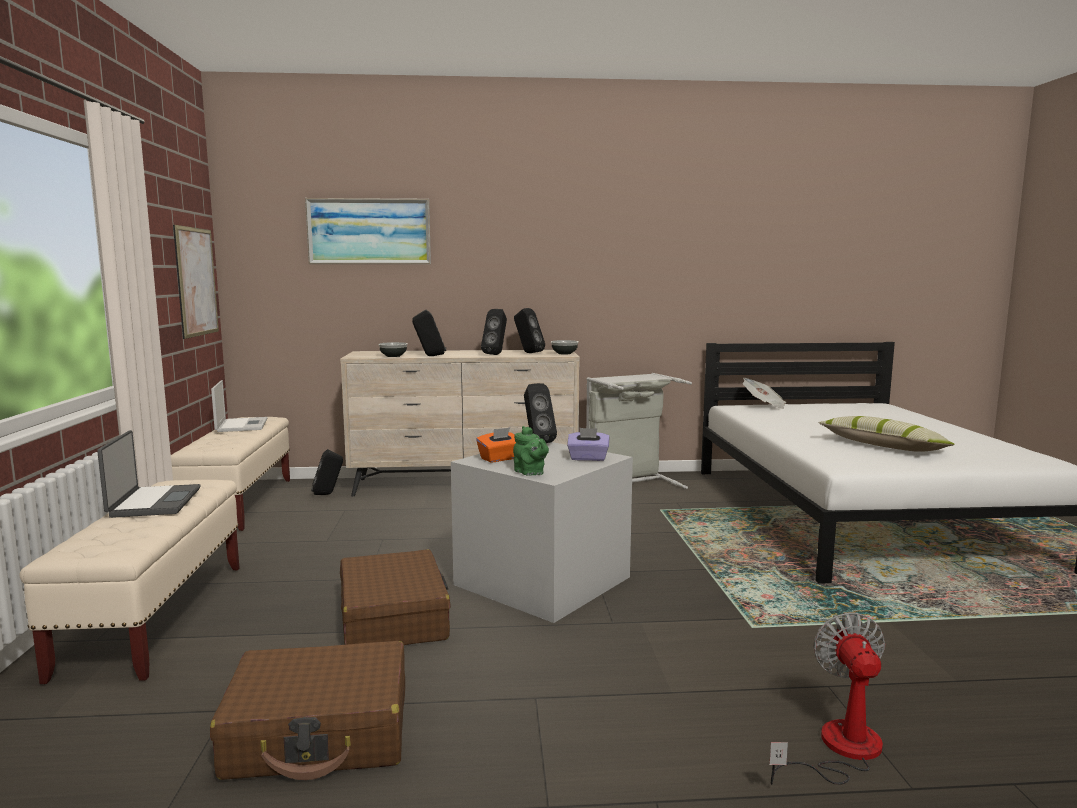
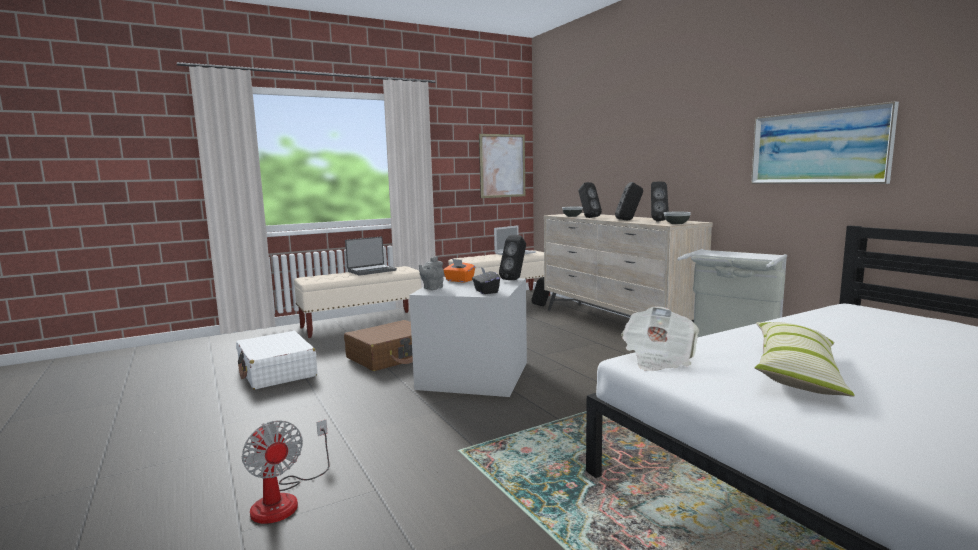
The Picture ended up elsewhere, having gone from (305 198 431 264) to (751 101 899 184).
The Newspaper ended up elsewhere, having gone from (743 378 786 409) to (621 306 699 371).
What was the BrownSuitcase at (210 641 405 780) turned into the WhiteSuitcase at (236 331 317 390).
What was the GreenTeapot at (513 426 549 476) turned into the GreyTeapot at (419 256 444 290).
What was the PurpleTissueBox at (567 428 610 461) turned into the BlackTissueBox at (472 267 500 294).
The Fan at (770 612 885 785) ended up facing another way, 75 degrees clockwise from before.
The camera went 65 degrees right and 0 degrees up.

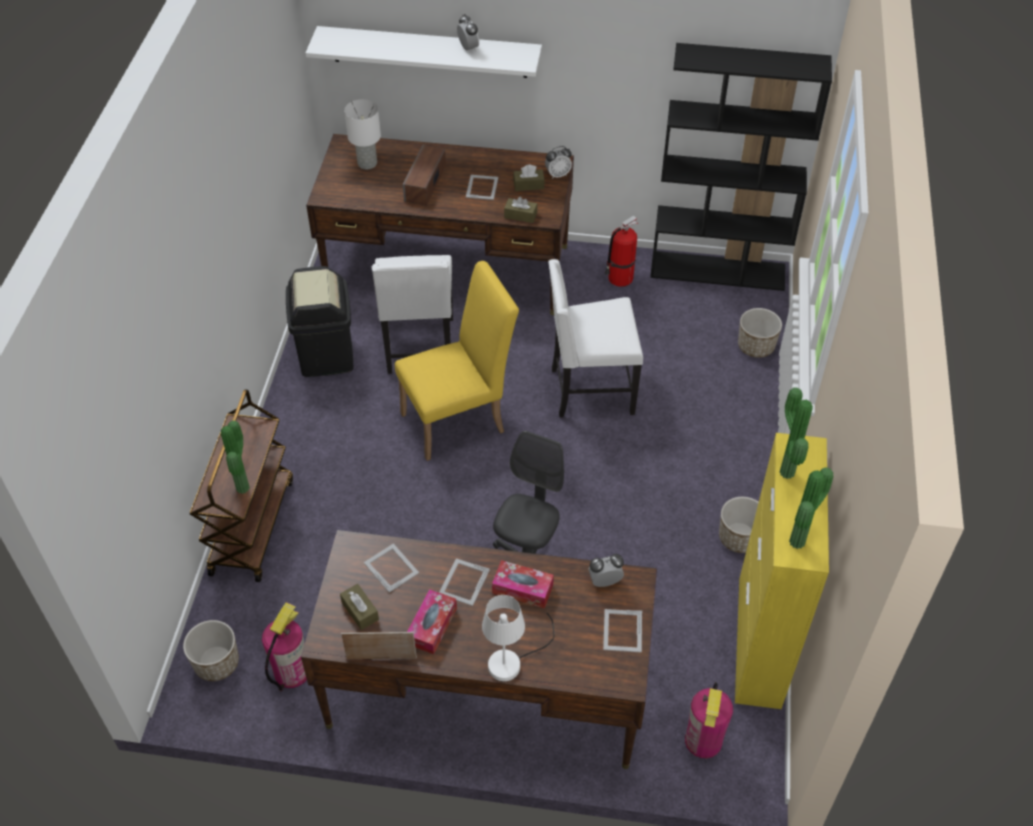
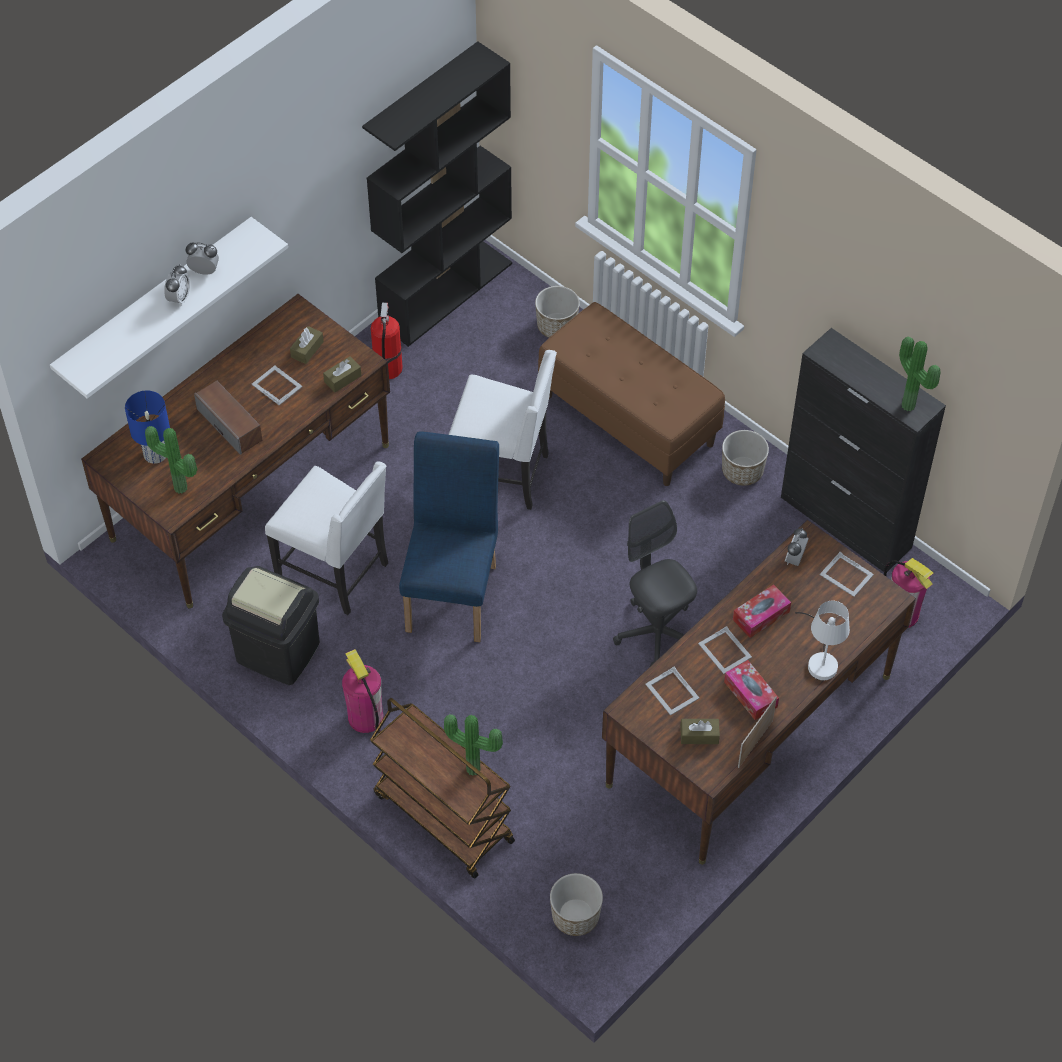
The second view gained the BrownBench at (538 302 725 486).
The FireExtinguisher ended up elsewhere, having gone from (262 602 307 691) to (342 649 383 733).
The AlarmClock ended up elsewhere, having gone from (545 146 572 179) to (164 265 190 306).
The PottedPlant ended up elsewhere, having gone from (780 387 813 479) to (145 426 197 494).
What was the WhiteTableLamp at (344 99 381 169) turned into the BlueTableLamp at (125 391 170 464).
What was the YellowChair at (395 261 519 461) turned into the BlueChair at (399 431 499 642).
What was the YellowCabinet at (735 433 829 709) turned into the BlackCabinet at (781 328 946 572).
The PictureFrame at (364 543 419 593) ended up facing another way, 120 degrees counterclockwise from before.
The WhiteChair at (548 259 643 418) ended up facing another way, 105 degrees counterclockwise from before.
The camera went 55 degrees left and 5 degrees up.

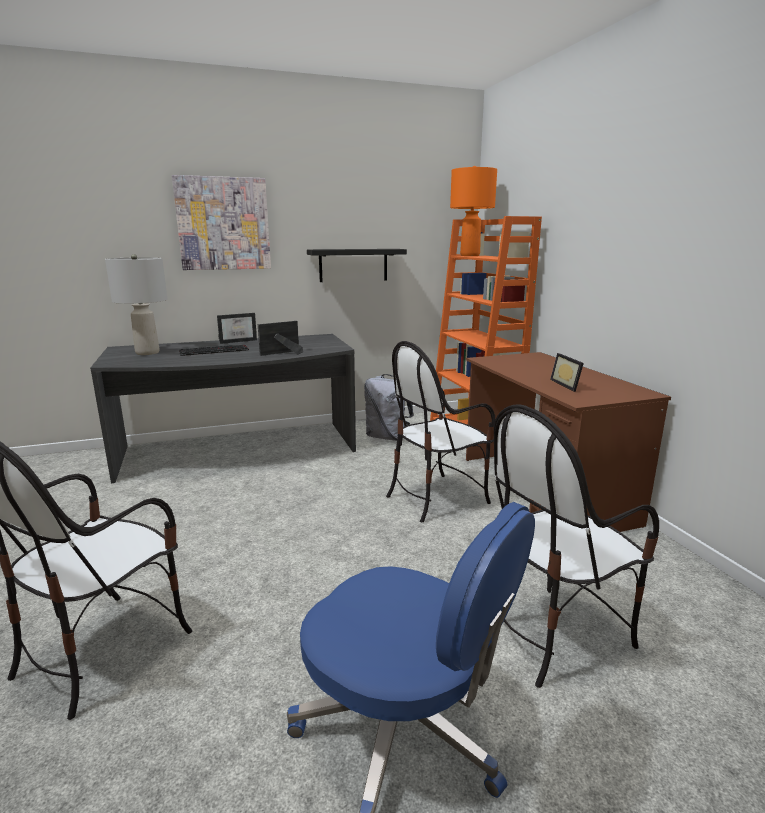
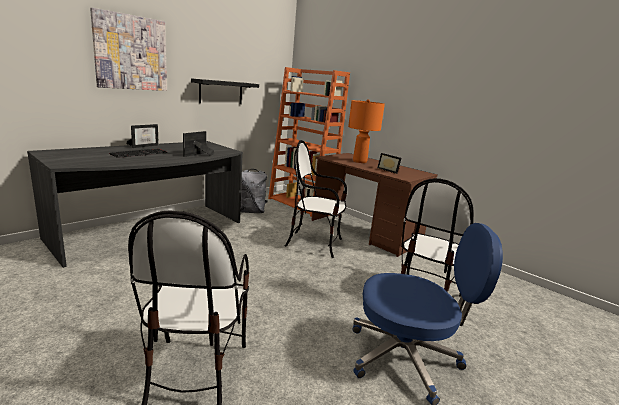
The second view lost the GreyTableLamp at (105 254 168 355).
The OrangeTableLamp ended up elsewhere, having gone from (450 166 497 256) to (348 99 385 163).
The Chair at (386 341 495 522) ended up facing another way, 75 degrees clockwise from before.
The camera went 30 degrees left and 0 degrees up.

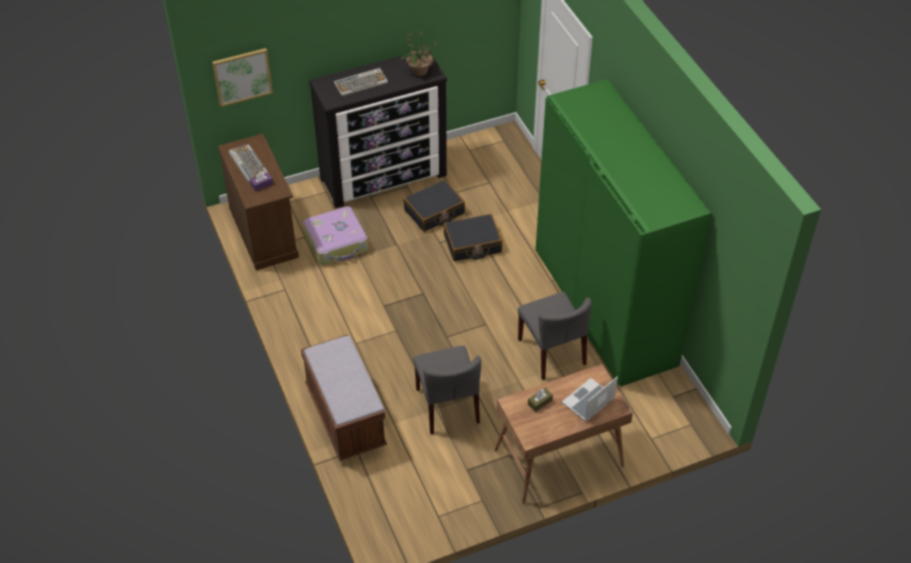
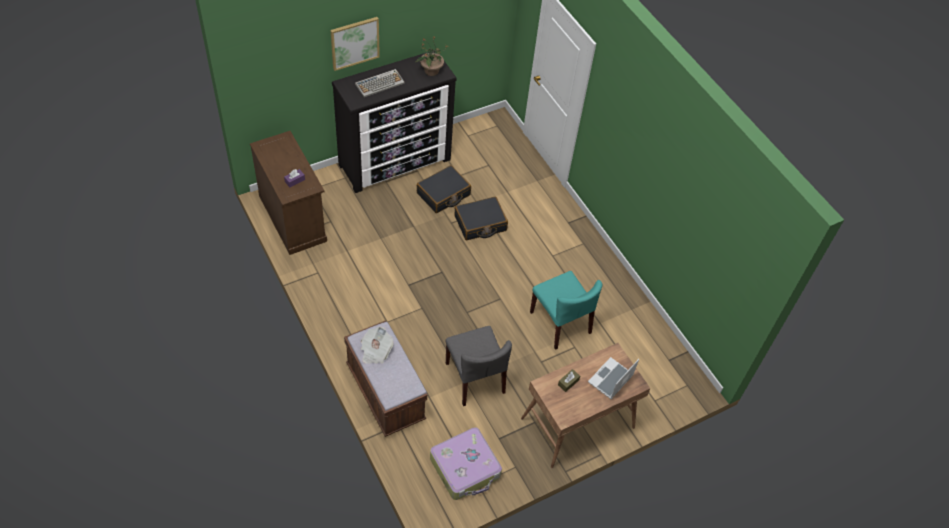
The second view lost the Keyboard at (229 144 269 183).
The second view lost the GreenWardrobe at (536 79 711 387).
The second view gained the Newspaper at (361 327 394 364).
The Picture ended up elsewhere, having gone from (212 48 273 107) to (330 17 380 71).
The Suitcase ended up elsewhere, having gone from (303 206 368 265) to (430 427 502 500).
What was the GreyChair at (518 292 592 380) turned into the TurquoiseChair at (530 271 602 350).
The camera went 10 degrees left and 5 degrees up.

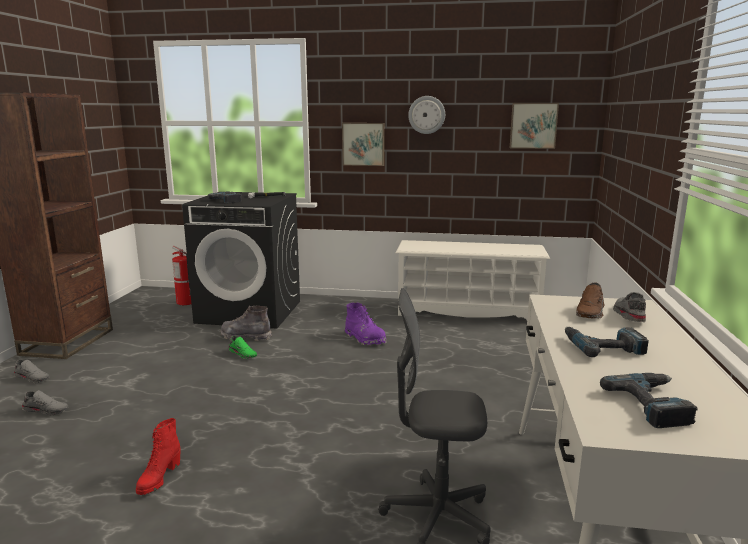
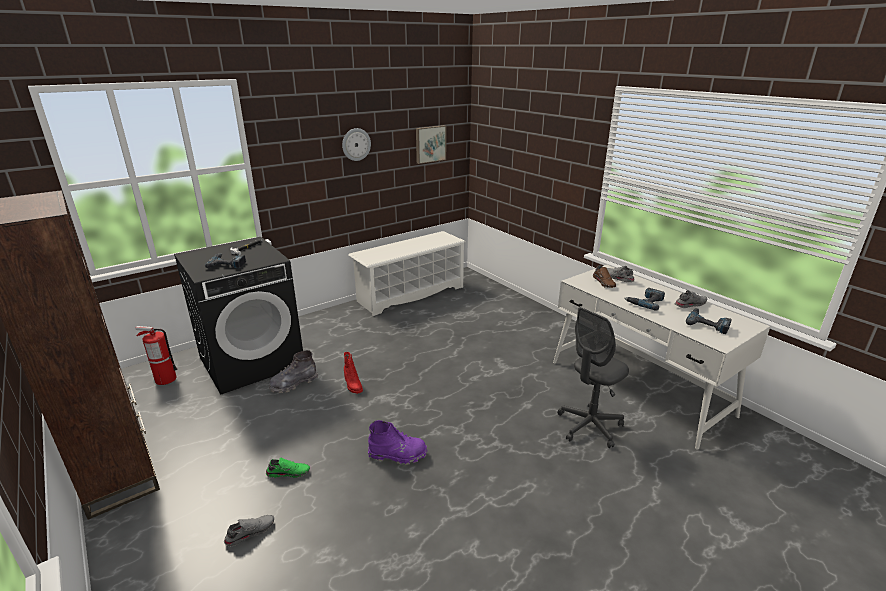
The second view lost the Picture at (342 123 384 166).
The GreyShoe ended up elsewhere, having gone from (14 360 50 383) to (675 290 707 308).
The RedBoot ended up elsewhere, having gone from (136 418 181 495) to (344 352 363 394).
The GreenShoe ended up elsewhere, having gone from (229 336 257 359) to (266 458 310 478).
The PurpleBoot ended up elsewhere, having gone from (345 302 387 346) to (368 420 427 465).
The camera went 45 degrees left and 10 degrees up.

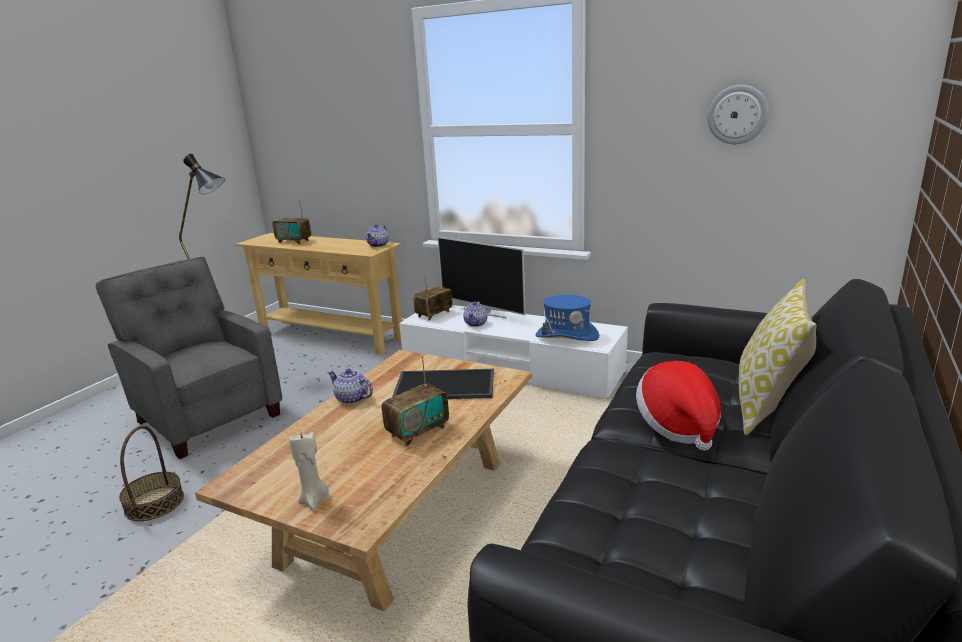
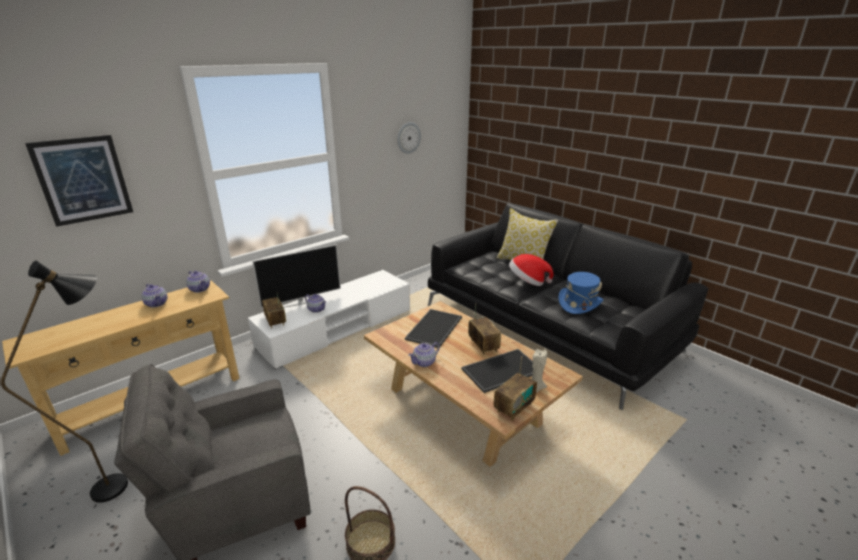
The second view gained the Picture at (25 135 133 227).
The second view gained the Teapot at (141 284 168 308).
The second view gained the Tray at (461 349 533 393).
The Radio ended up elsewhere, having gone from (272 200 311 244) to (494 356 537 421).
The BlueHat ended up elsewhere, having gone from (536 295 599 341) to (559 272 603 314).
The camera went 70 degrees left and 5 degrees up.

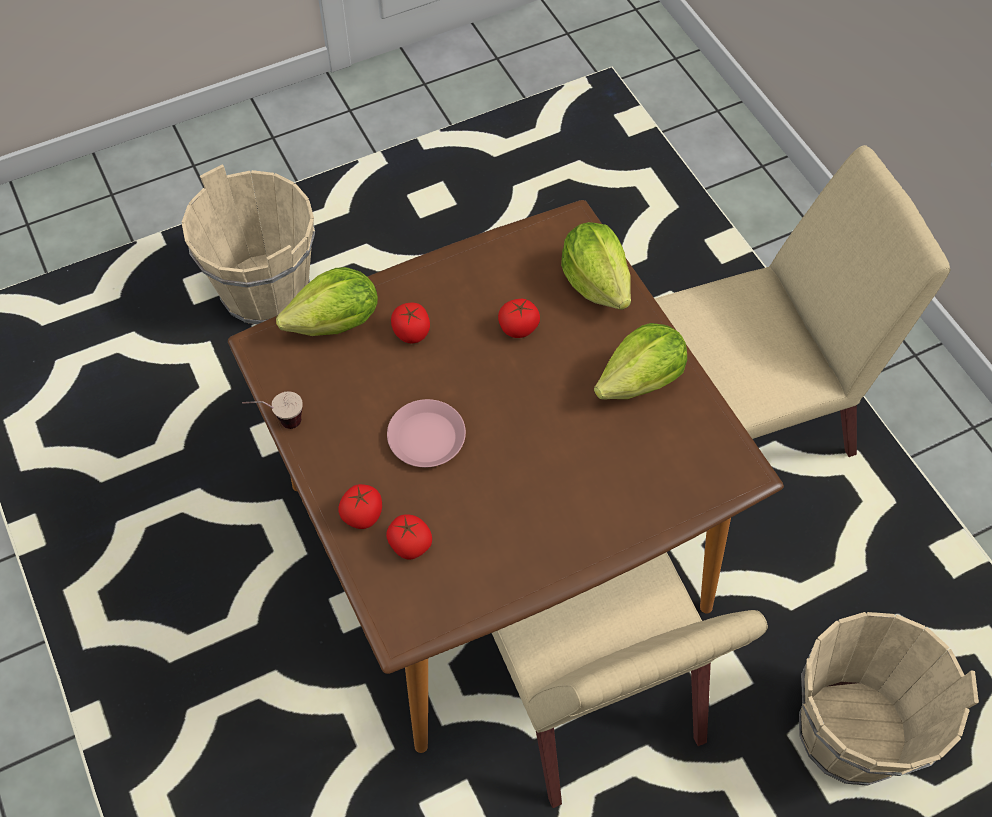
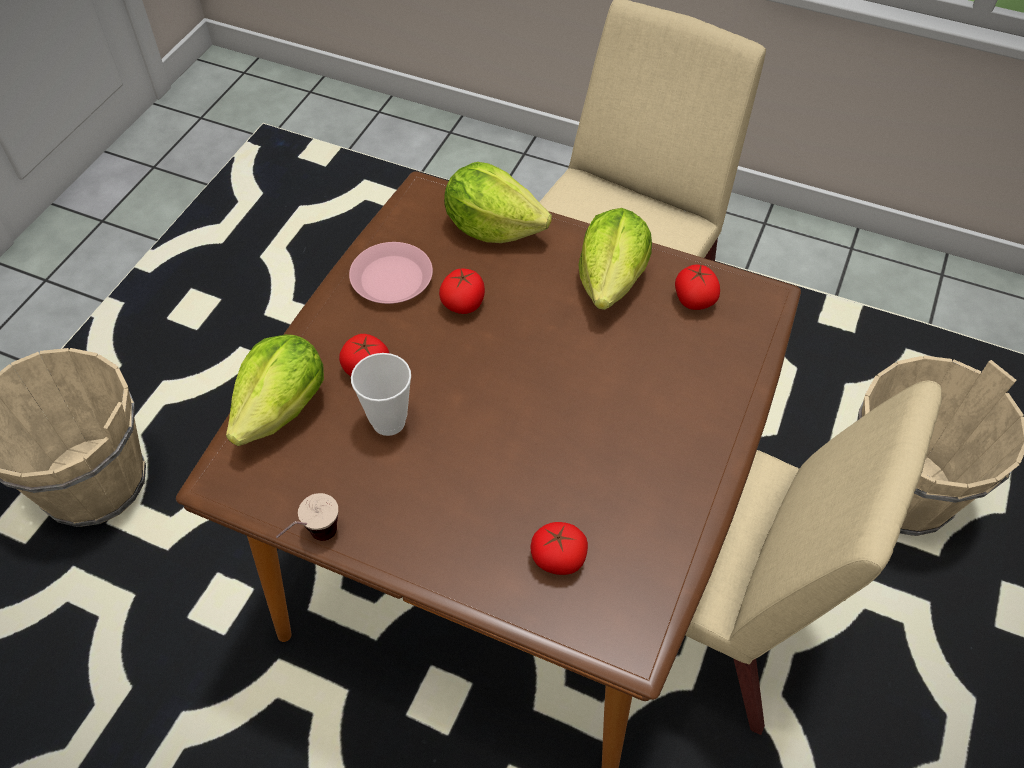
The second view gained the Cup at (351 353 411 436).
The Tomato ended up elsewhere, having gone from (338 484 382 529) to (675 265 720 310).
The PinkPlate ended up elsewhere, having gone from (387 399 466 467) to (349 242 433 304).
The camera went 40 degrees left and 5 degrees down.

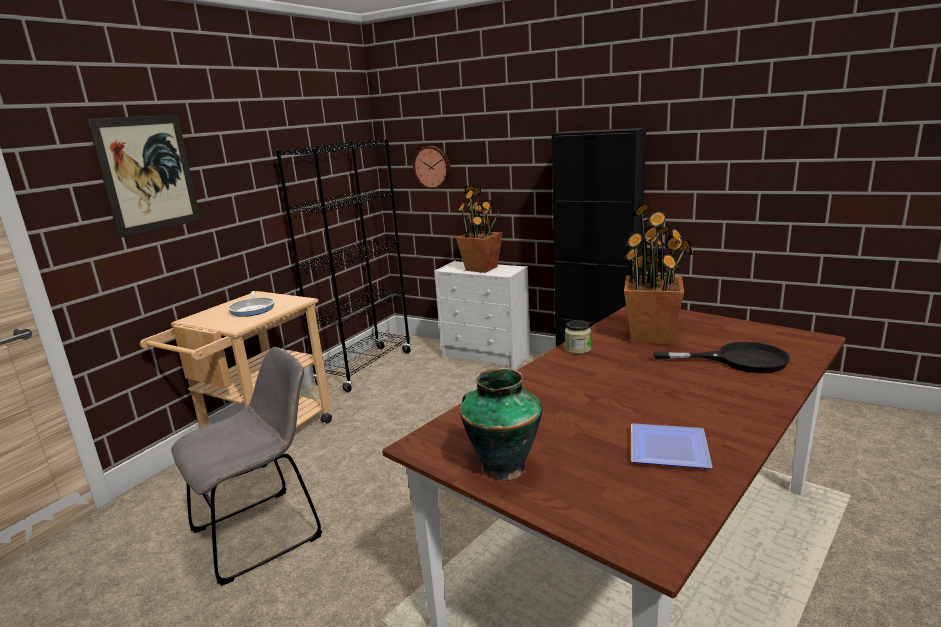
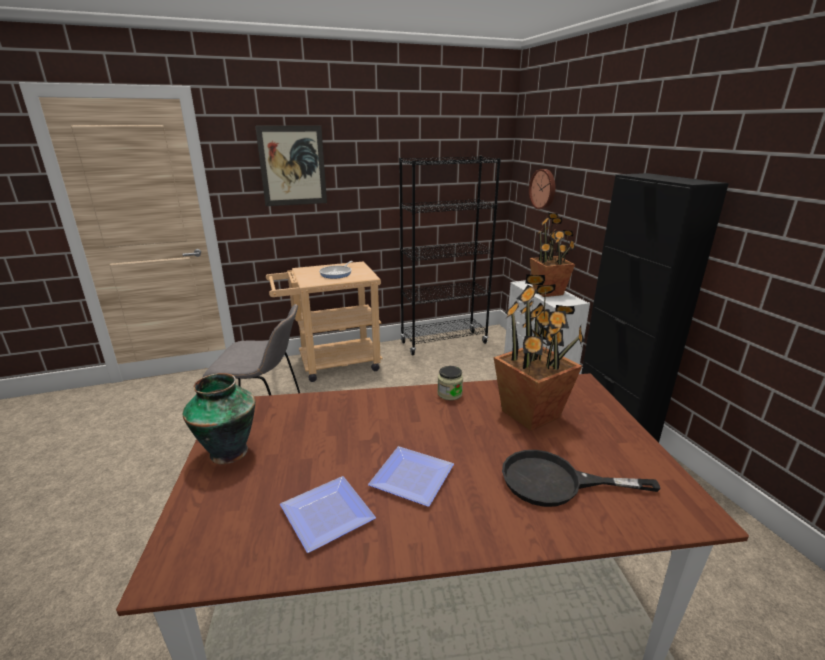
The second view gained the Plate at (368 446 454 507).
The BlackFryingPan at (653 342 791 373) ended up facing another way, 135 degrees clockwise from before.
The camera went 40 degrees right and 5 degrees up.

